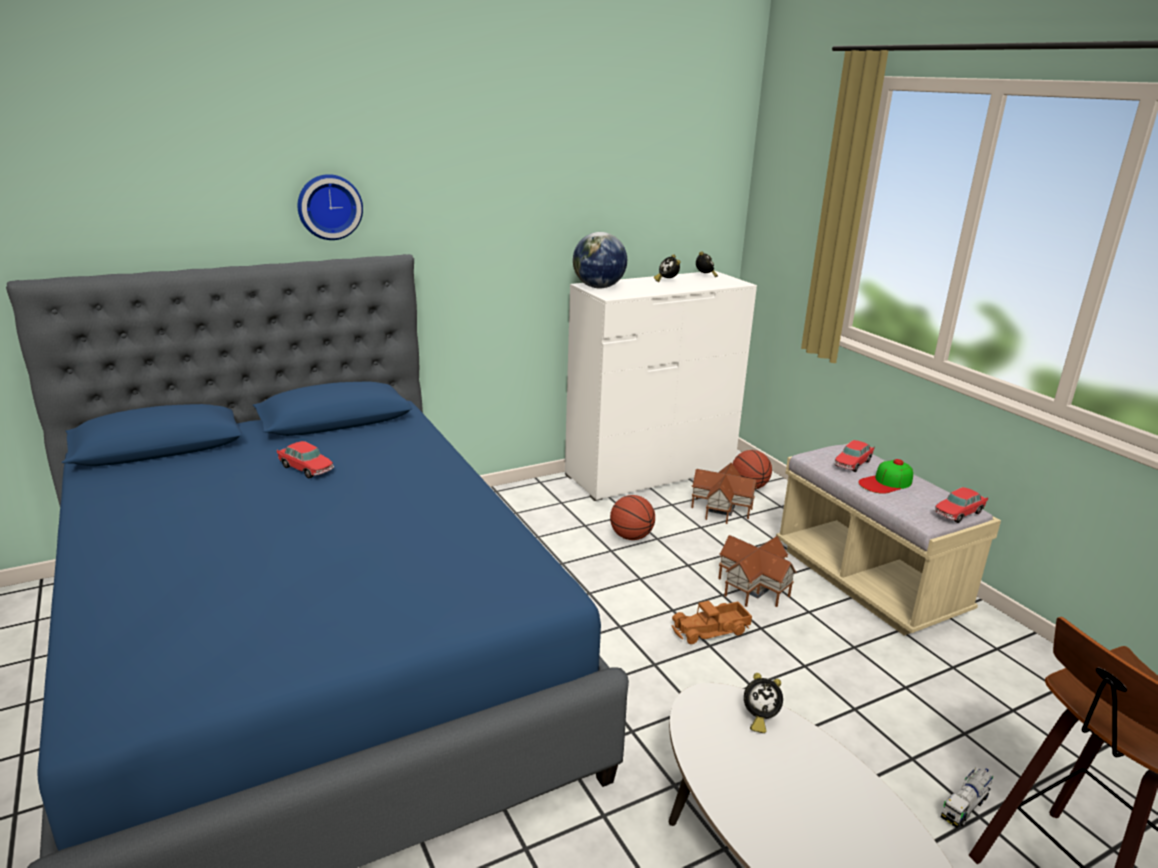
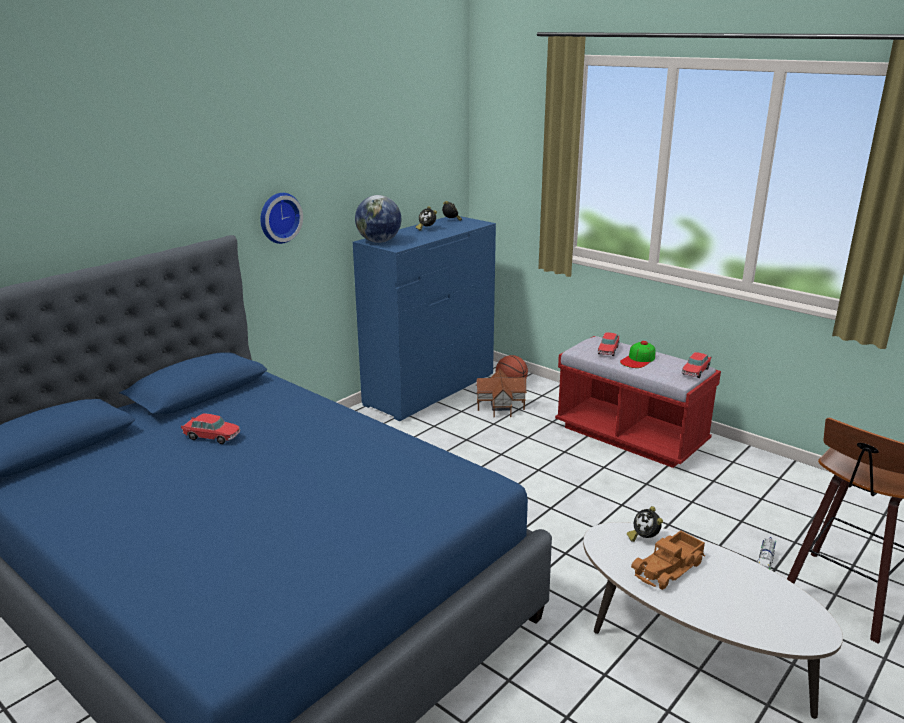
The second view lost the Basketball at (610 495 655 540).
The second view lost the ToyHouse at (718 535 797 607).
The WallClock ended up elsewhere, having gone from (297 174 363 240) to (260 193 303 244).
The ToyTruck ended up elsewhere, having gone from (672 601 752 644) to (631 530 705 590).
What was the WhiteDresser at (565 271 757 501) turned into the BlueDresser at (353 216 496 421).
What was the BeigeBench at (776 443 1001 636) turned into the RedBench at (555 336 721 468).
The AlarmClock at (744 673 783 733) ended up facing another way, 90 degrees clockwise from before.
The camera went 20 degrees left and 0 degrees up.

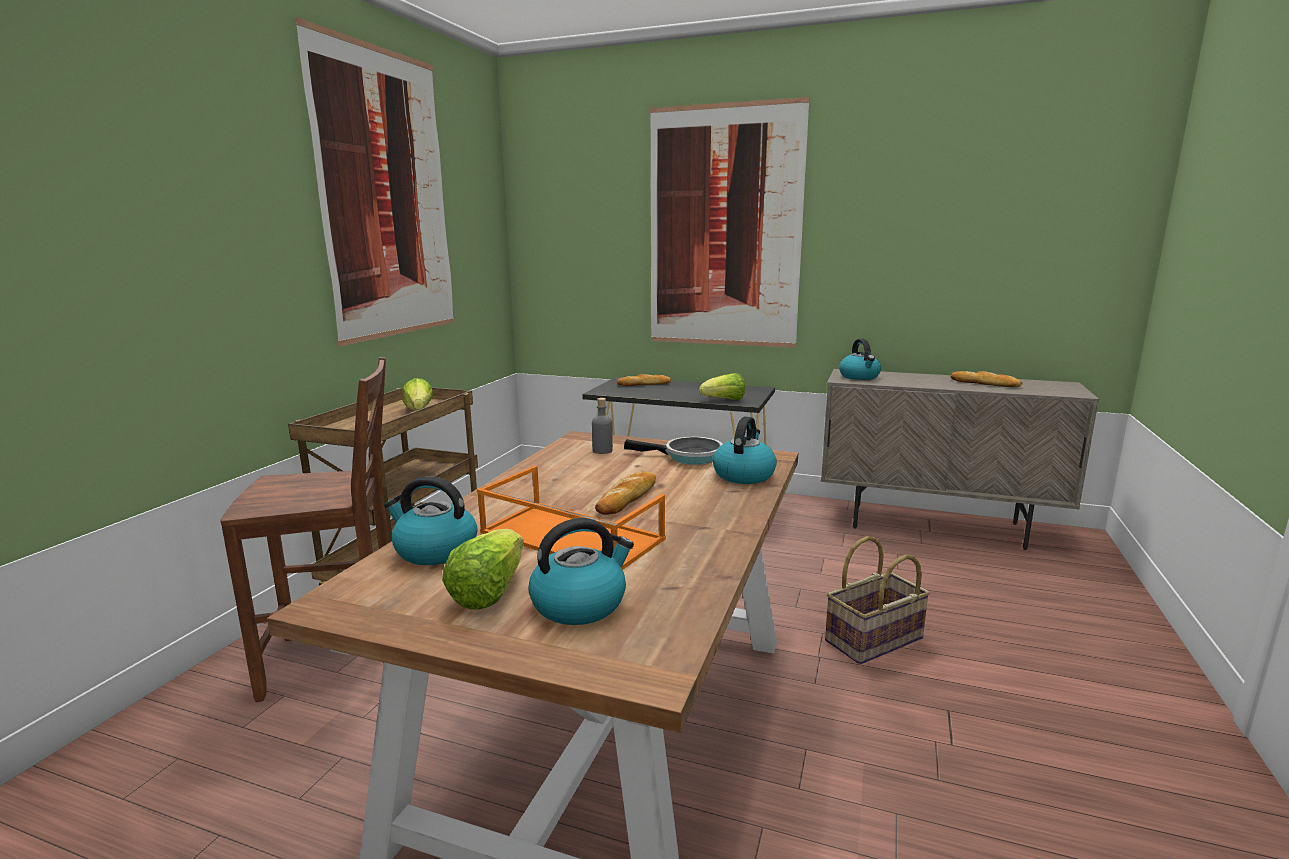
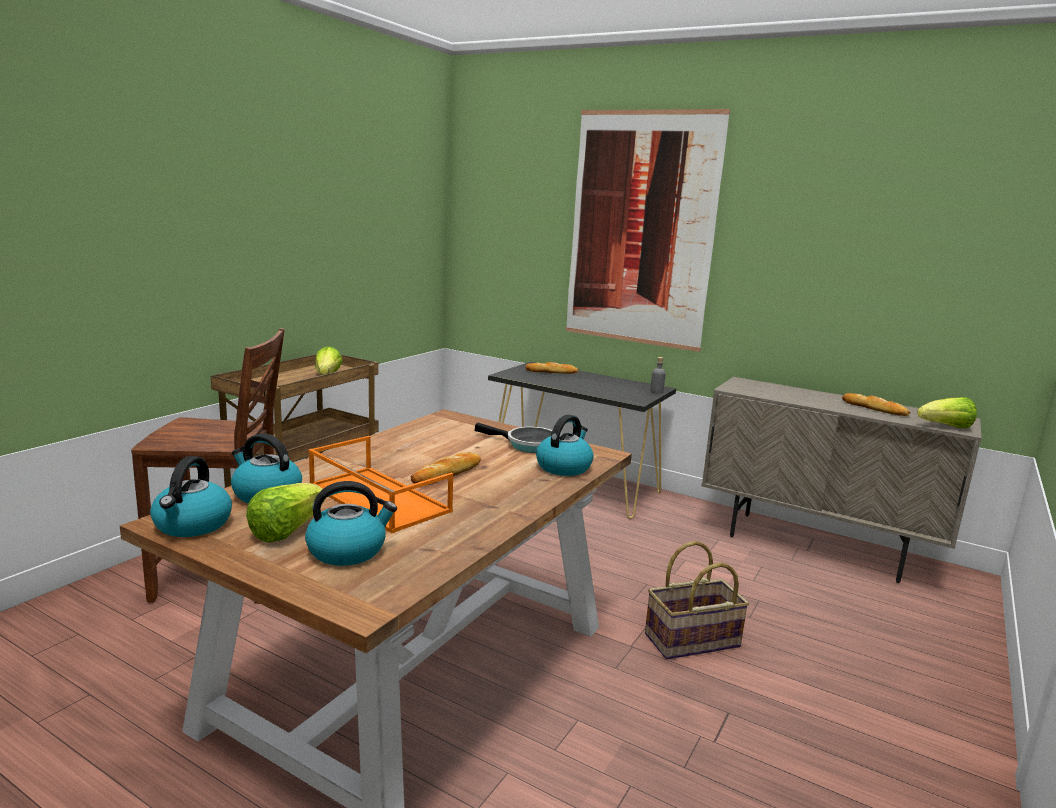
The second view lost the Picture at (295 17 454 346).
The GreyBottle ended up elsewhere, having gone from (592 398 613 454) to (650 357 666 394).
The Lettuce ended up elsewhere, having gone from (699 373 745 400) to (917 397 977 428).
The Kettle ended up elsewhere, having gone from (839 338 881 380) to (150 456 232 537).
The camera went 10 degrees right and 0 degrees up.

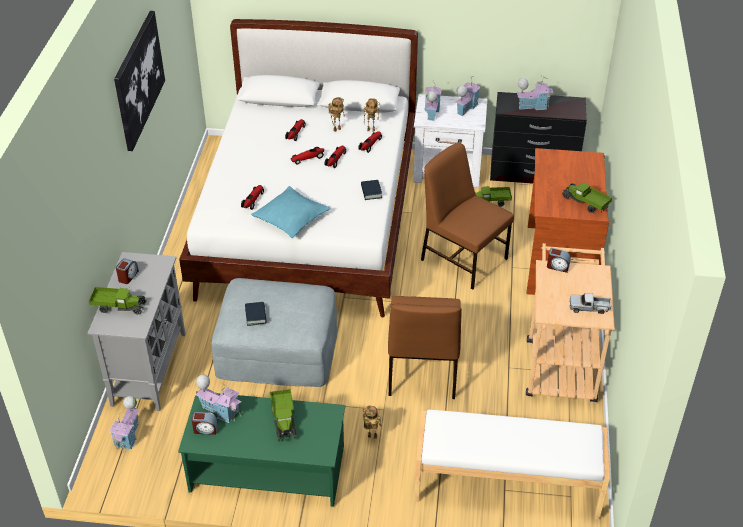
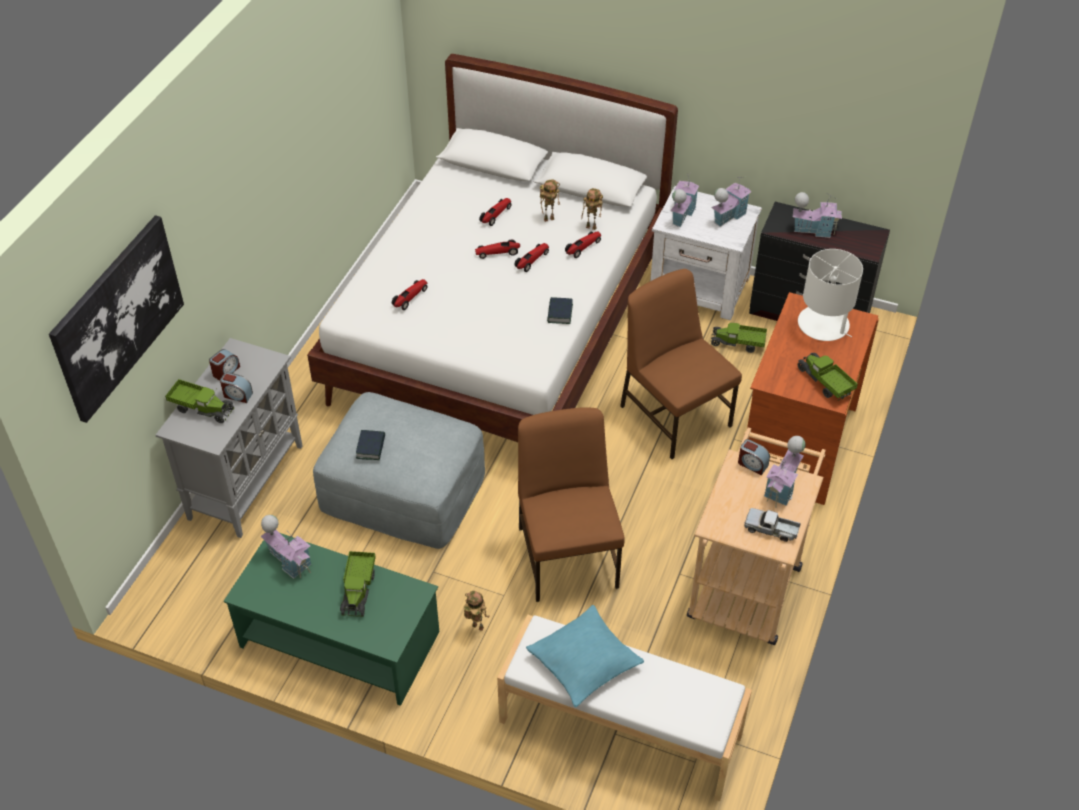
The second view gained the WhiteTableLamp at (798 249 863 341).
The ToyHouse ended up elsewhere, having gone from (109 396 140 453) to (764 436 806 508).
The Picture ended up elsewhere, having gone from (114 11 165 151) to (49 215 184 423).
The AlarmClock ended up elsewhere, having gone from (191 411 218 435) to (220 372 253 403).
The TurquoisePillow ended up elsewhere, having gone from (251 186 330 238) to (526 605 644 707).
The BrownChair at (388 296 462 399) ended up facing another way, 150 degrees clockwise from before.
The camera went 15 degrees right and 5 degrees up.

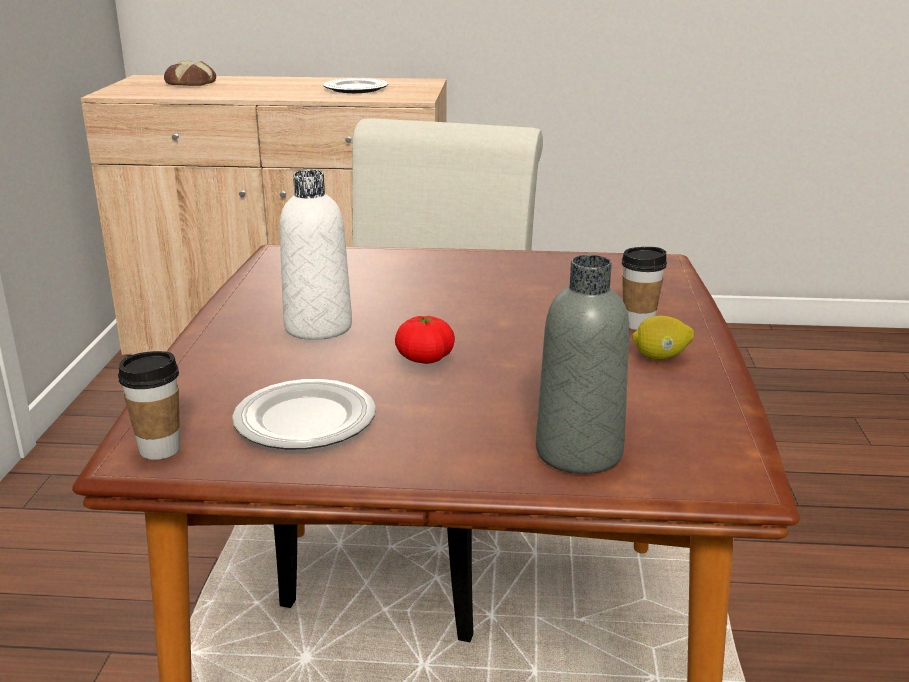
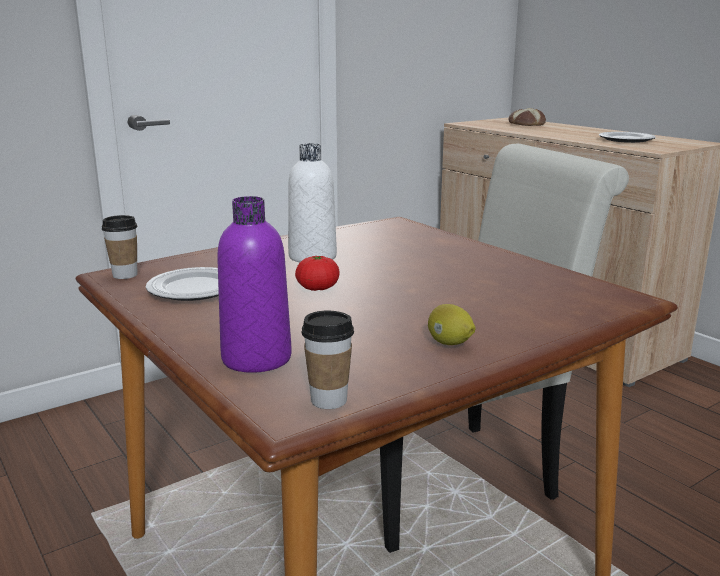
The Cup ended up elsewhere, having gone from (621 247 667 330) to (302 311 354 409).
What was the GreyBottle at (536 255 630 474) turned into the PurpleBottle at (217 196 292 373).
The camera went 50 degrees right and 5 degrees down.

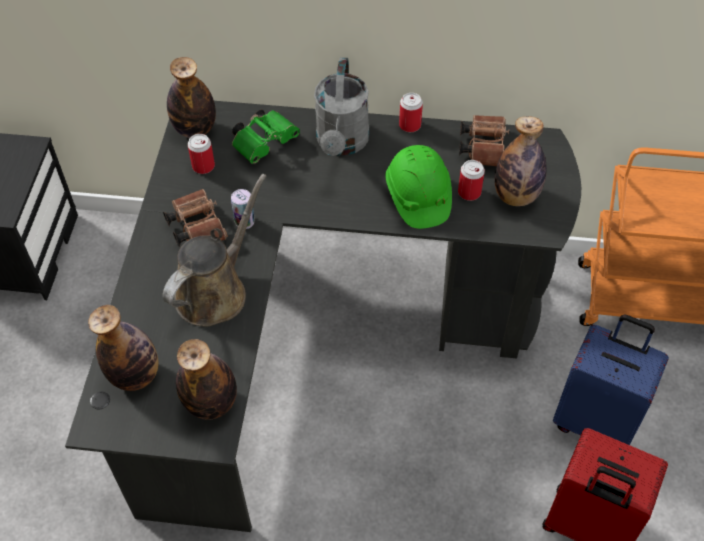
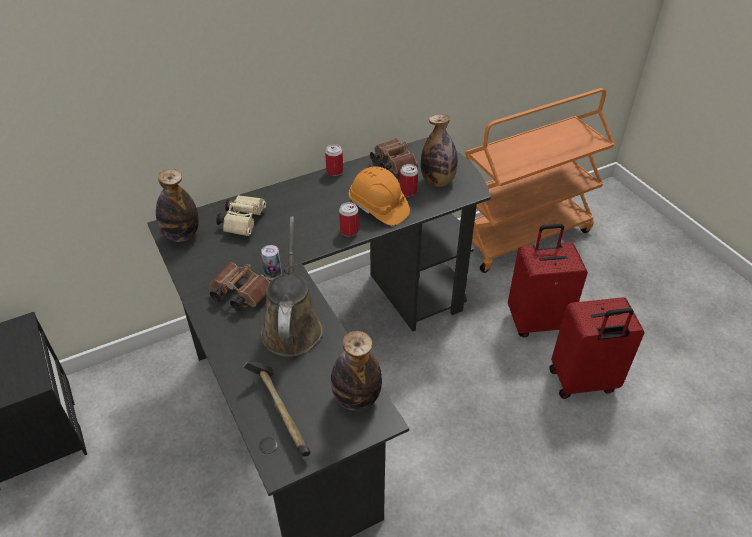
The second view lost the GreyWateringCan at (314 57 369 156).
The Can ended up elsewhere, having gone from (188 134 215 174) to (339 202 359 236).
Where the Bottle stood at (88 305 159 391), the Hammer came to stand at (243 362 311 457).
What was the GreenBinoculars at (232 110 300 164) turned into the BeigeBinoculars at (216 195 266 236).
What was the GreenHardHat at (385 145 452 229) turned into the OrangeHardHat at (349 166 410 226).
What was the BlueSuitcase at (553 314 669 445) turned into the RedSuitcase at (508 224 588 337).
The camera went 35 degrees left and 10 degrees down.

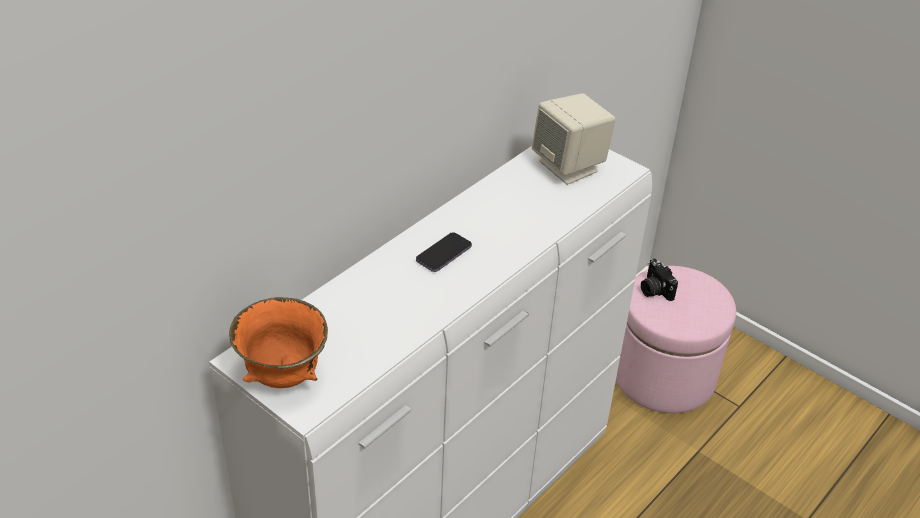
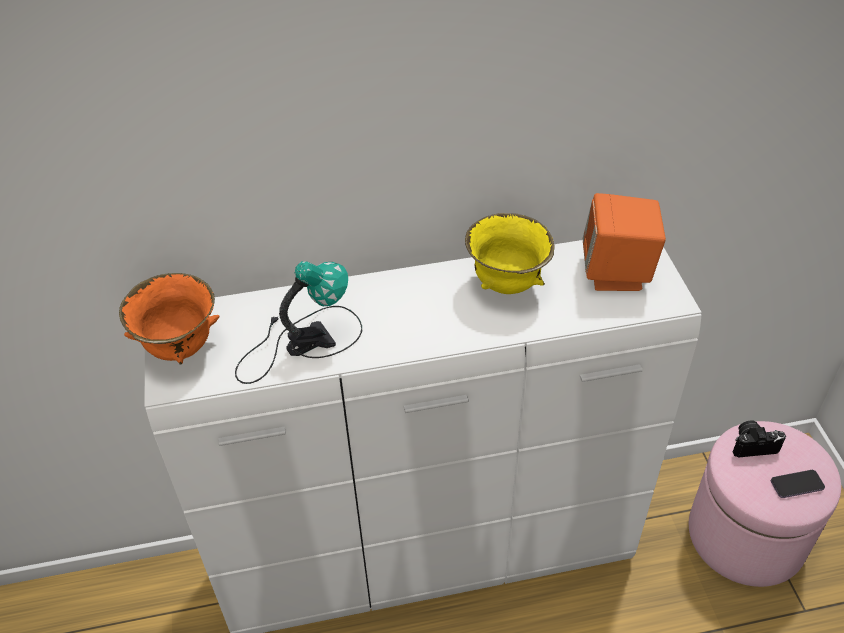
The second view gained the TableLamp at (235 261 362 384).
The second view gained the YellowBowl at (465 213 555 294).
The Phone ended up elsewhere, having gone from (416 232 472 272) to (771 470 825 498).
What was the BeigeSpeaker at (532 93 616 185) turned into the OrangeSpeaker at (583 193 666 291).
The PhotoCamera at (641 259 678 301) ended up facing another way, 75 degrees clockwise from before.
The camera went 40 degrees right and 5 degrees up.

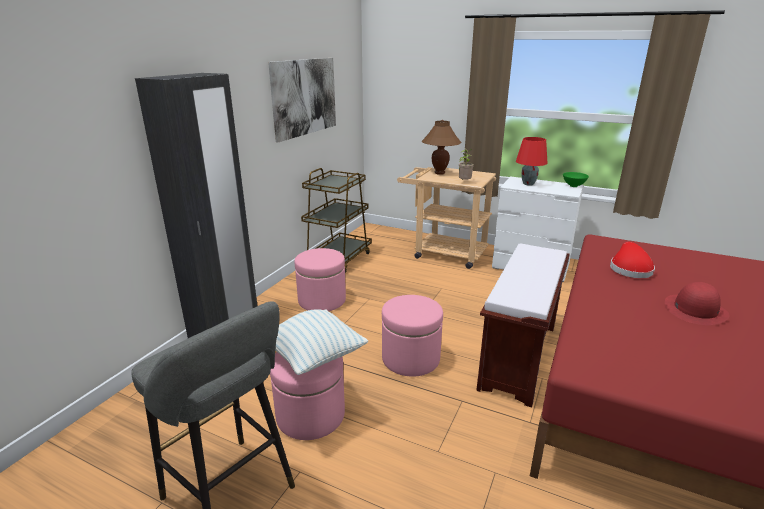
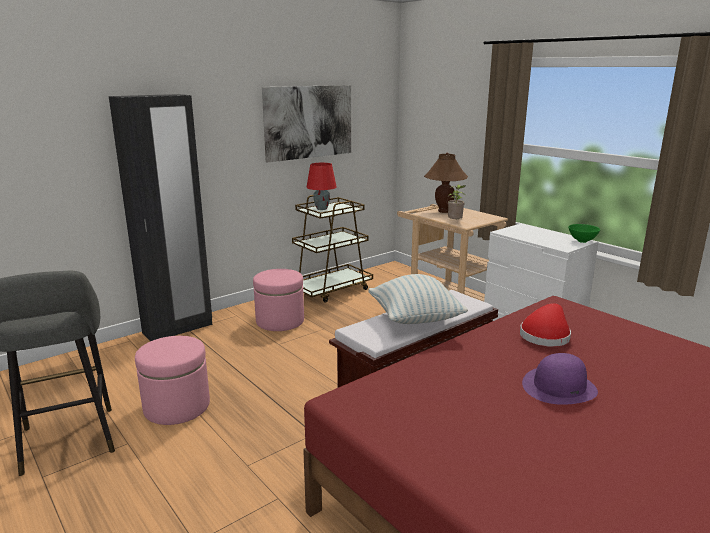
The second view lost the PinkOttoman at (382 295 443 377).
The Pillow ended up elsewhere, having gone from (275 309 368 375) to (368 274 468 324).
The RedTableLamp ended up elsewhere, having gone from (516 137 548 186) to (306 163 337 210).
What was the RedHat at (665 282 730 325) turned into the PurpleHat at (522 353 598 405).
The camera went 25 degrees right and 5 degrees down.

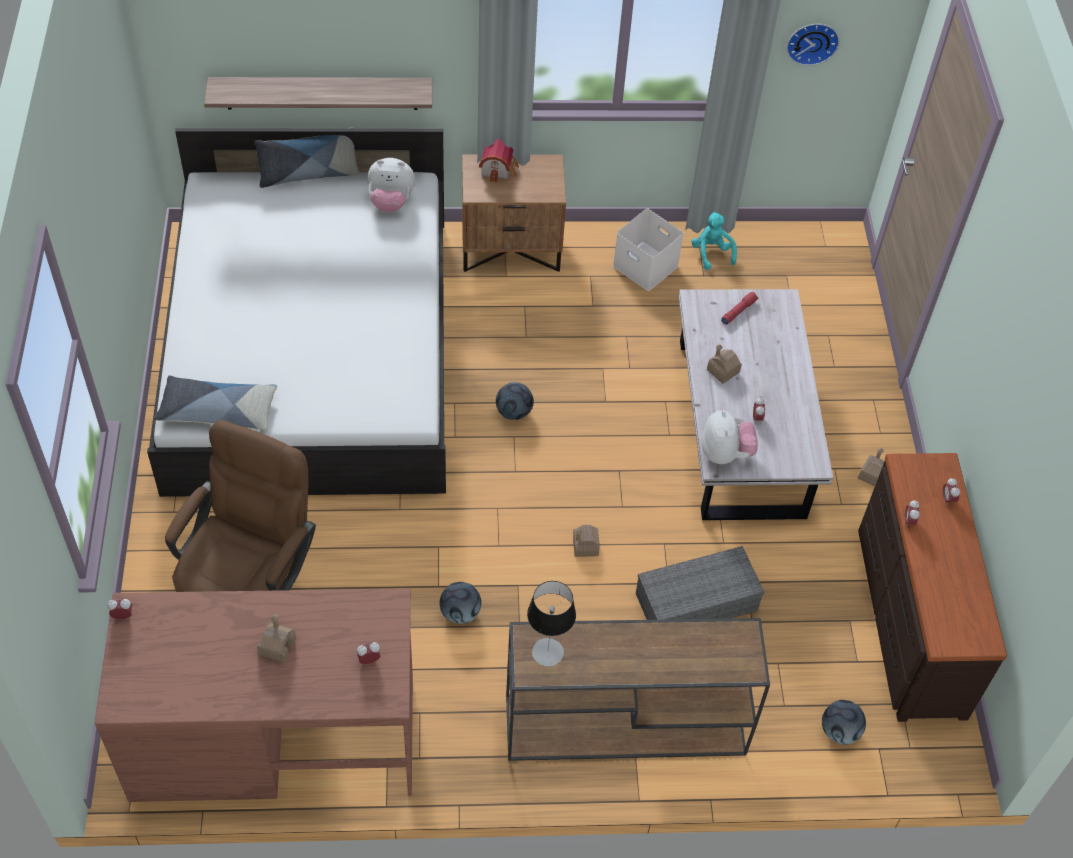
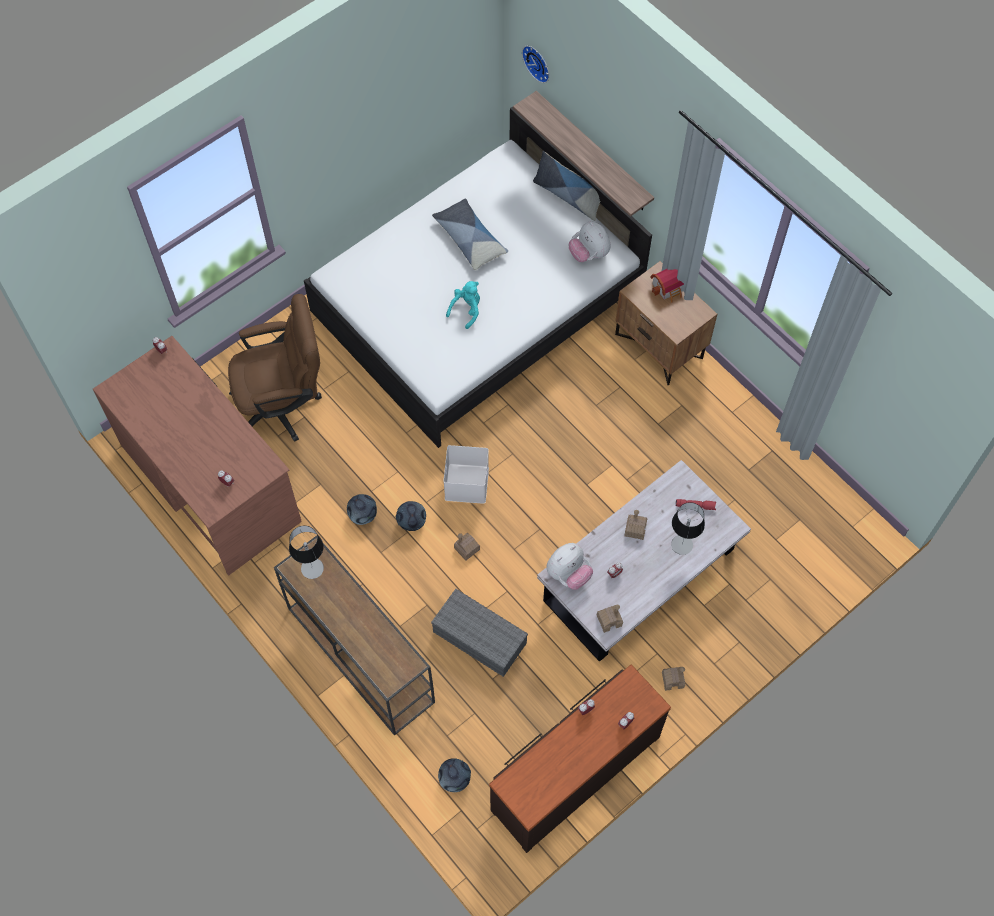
The second view gained the TableLamp at (671 502 705 555).
The Pillow ended up elsewhere, having gone from (154 376 277 430) to (432 198 508 270).
The ToyHouse ended up elsewhere, having gone from (257 615 296 663) to (597 605 623 633).
The Football ended up elsewhere, having gone from (496 382 534 420) to (396 501 426 531).
The WhiteStorageBox ended up elsewhere, having gone from (613 209 684 291) to (444 445 489 504).
The TurquoisePlushToy ended up elsewhere, having gone from (691 212 737 270) to (446 281 480 329).
The WallClock ended up elsewhere, having gone from (787 24 839 66) to (522 46 549 83).
The camera went 55 degrees right and 10 degrees up.

